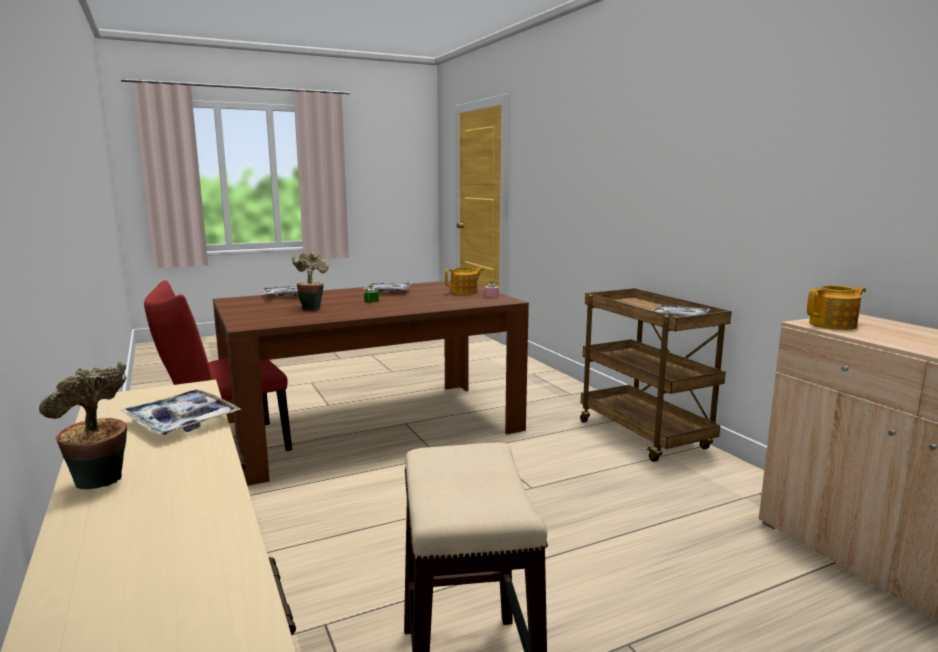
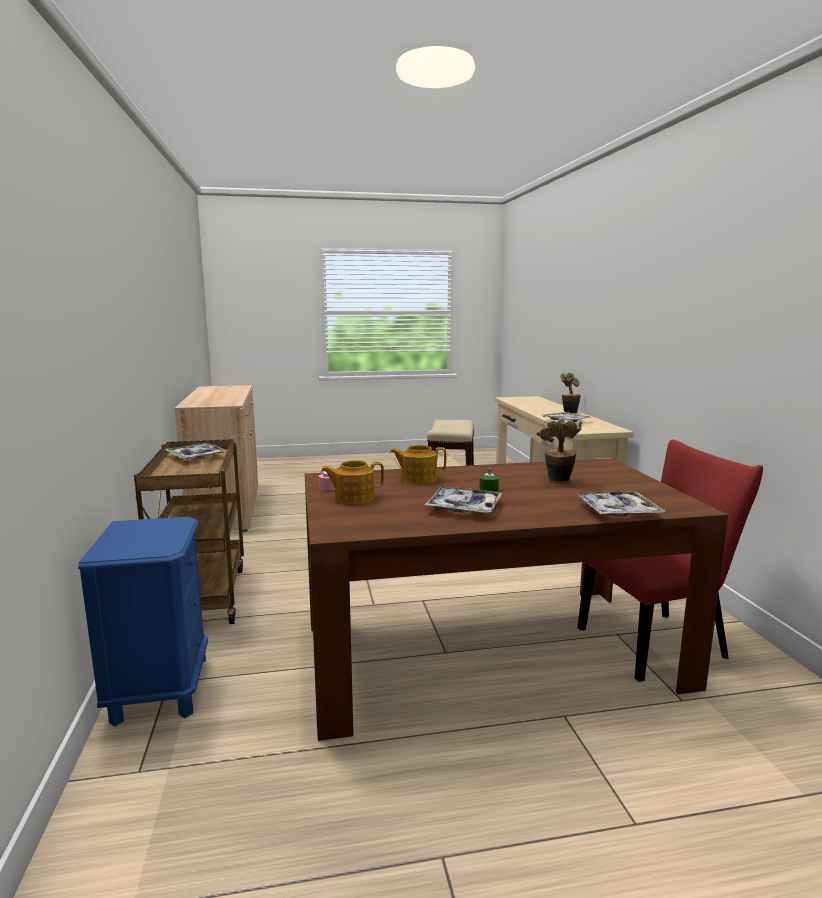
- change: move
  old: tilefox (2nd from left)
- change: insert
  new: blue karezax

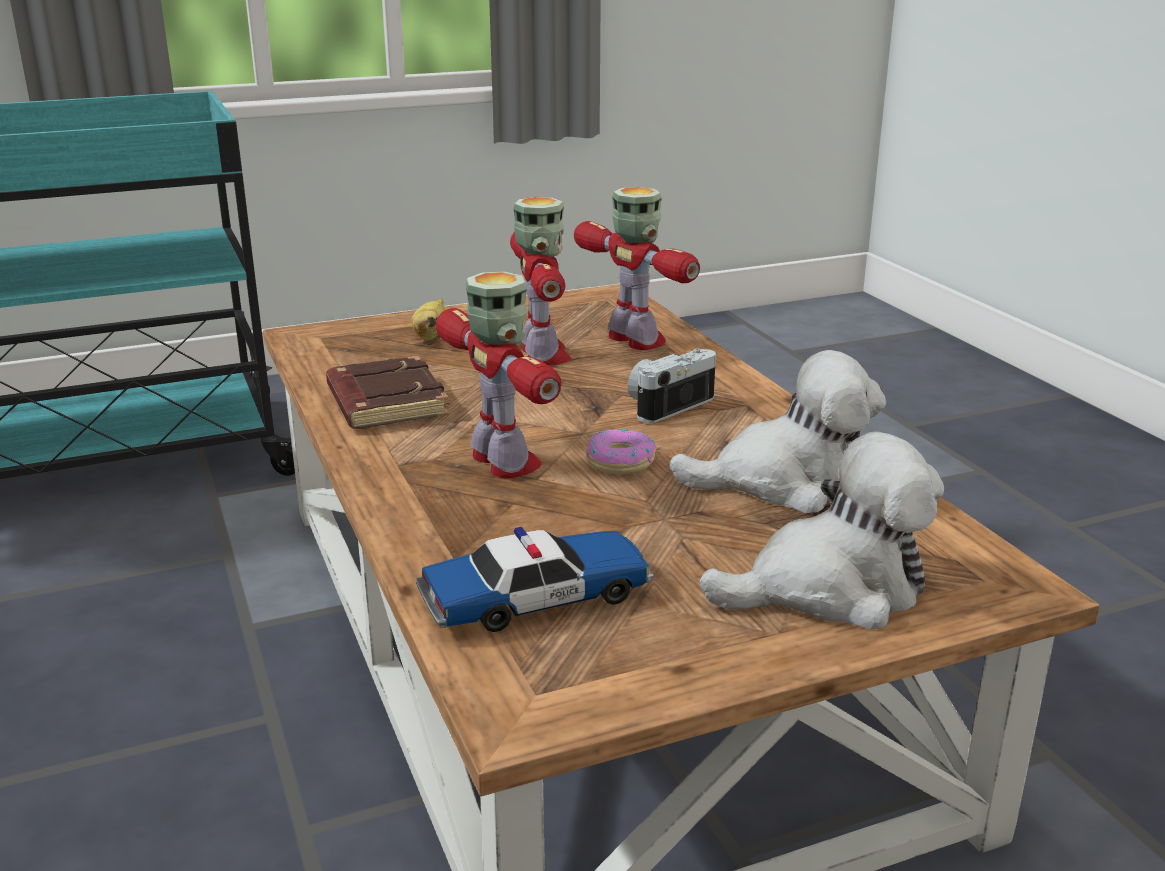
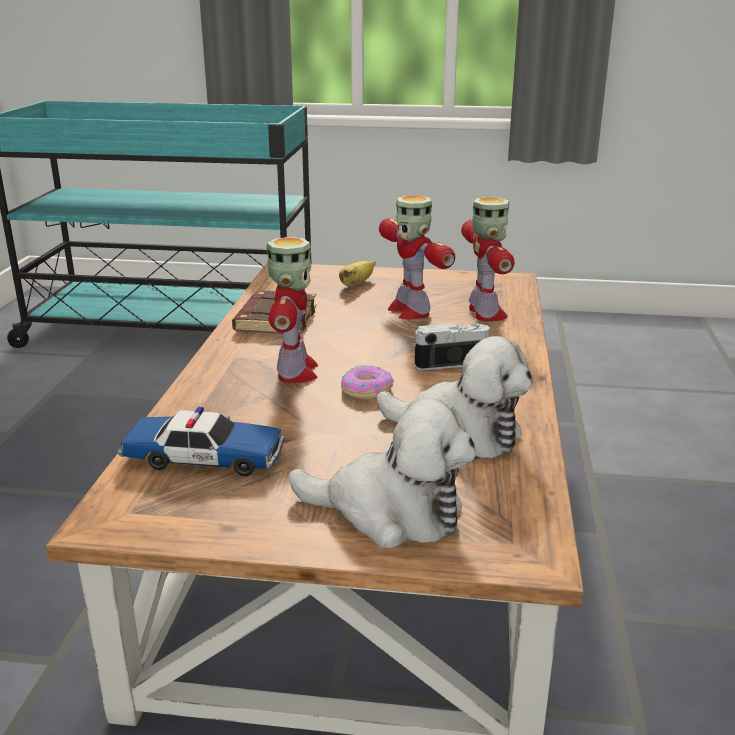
- change: rotate
  old: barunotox (2nd from left)
  degrees: 135

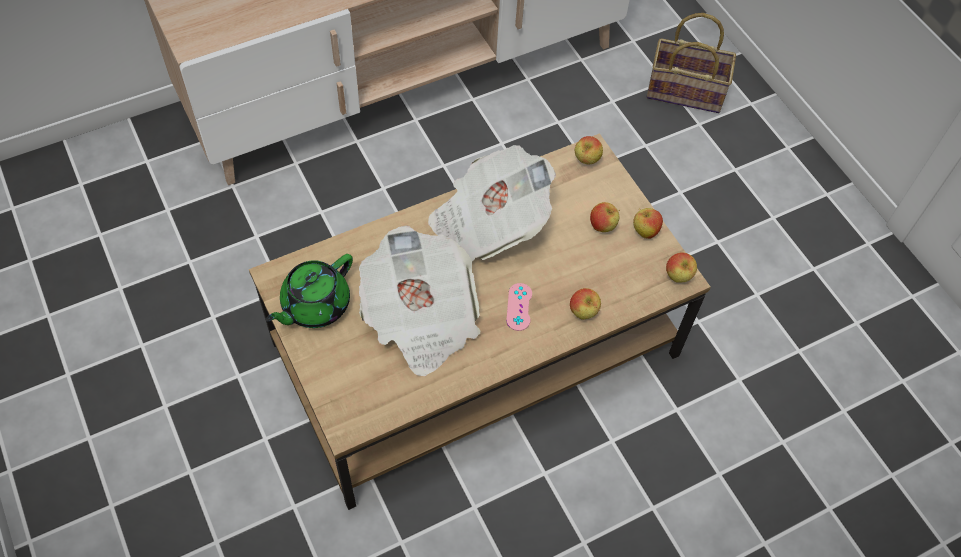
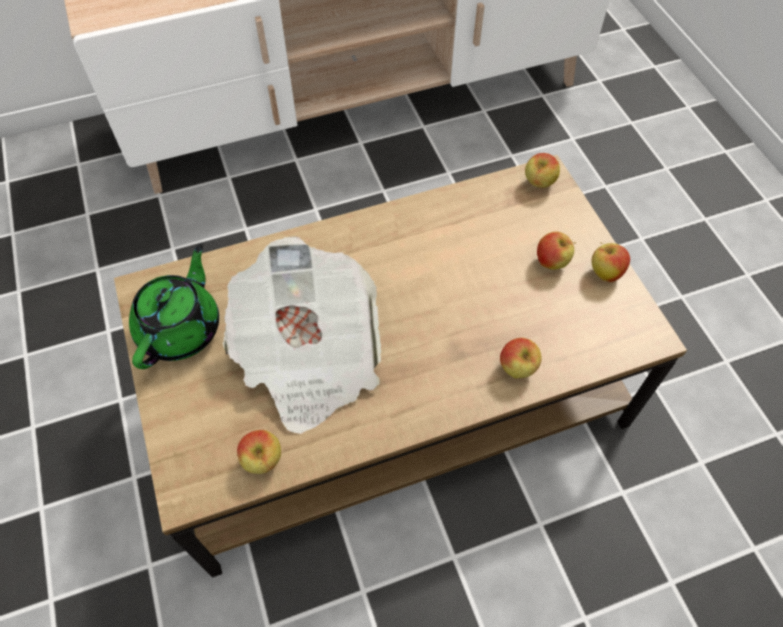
- change: delete
  old: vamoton
- change: delete
  old: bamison (2nd from left)
- change: move
  old: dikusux (5th from left in the first image)
  new: dikusux (1st from left)
- change: rotate
  old: green tilefox
  degrees: 150
- change: delete
  old: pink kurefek

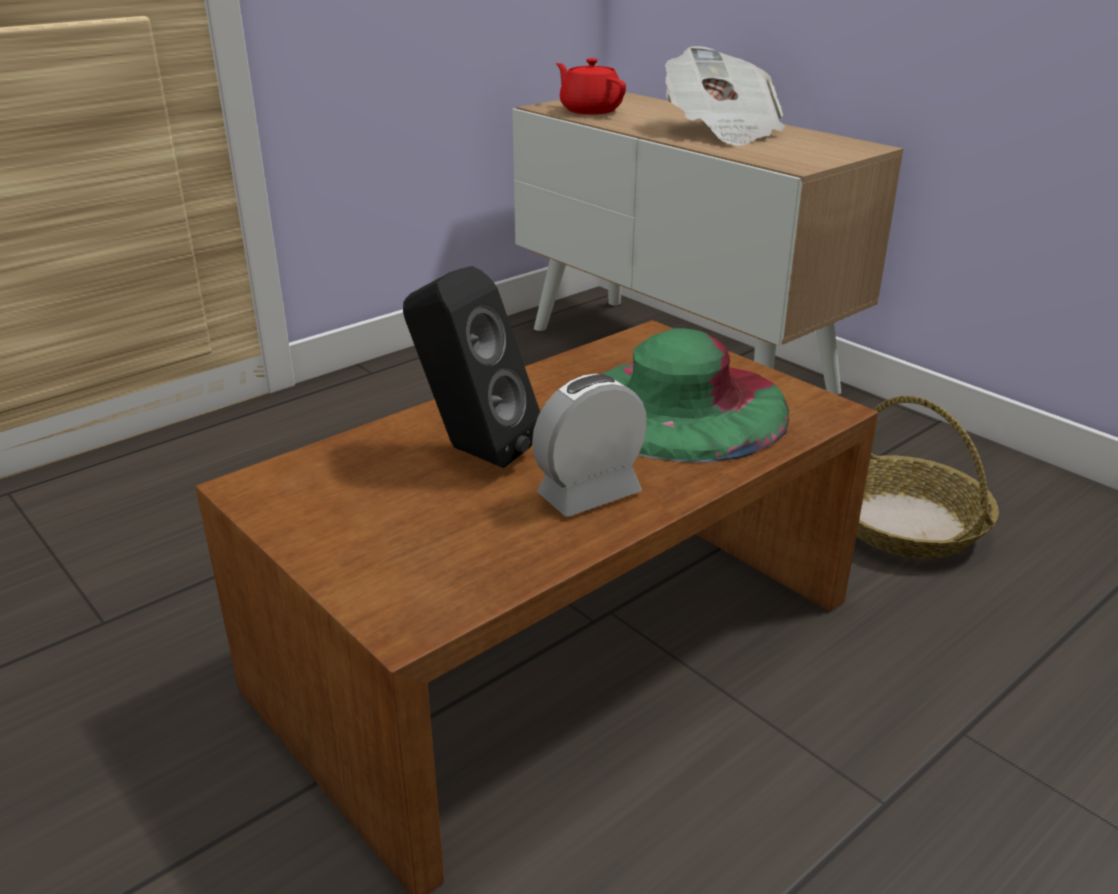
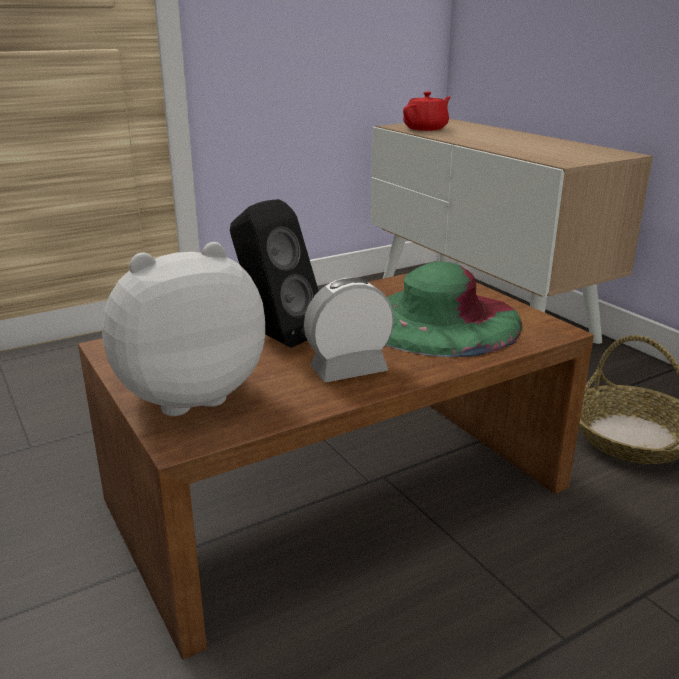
- change: delete
  old: bamison
- change: rotate
  old: red tilefox
  degrees: 75
- change: insert
  new: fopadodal

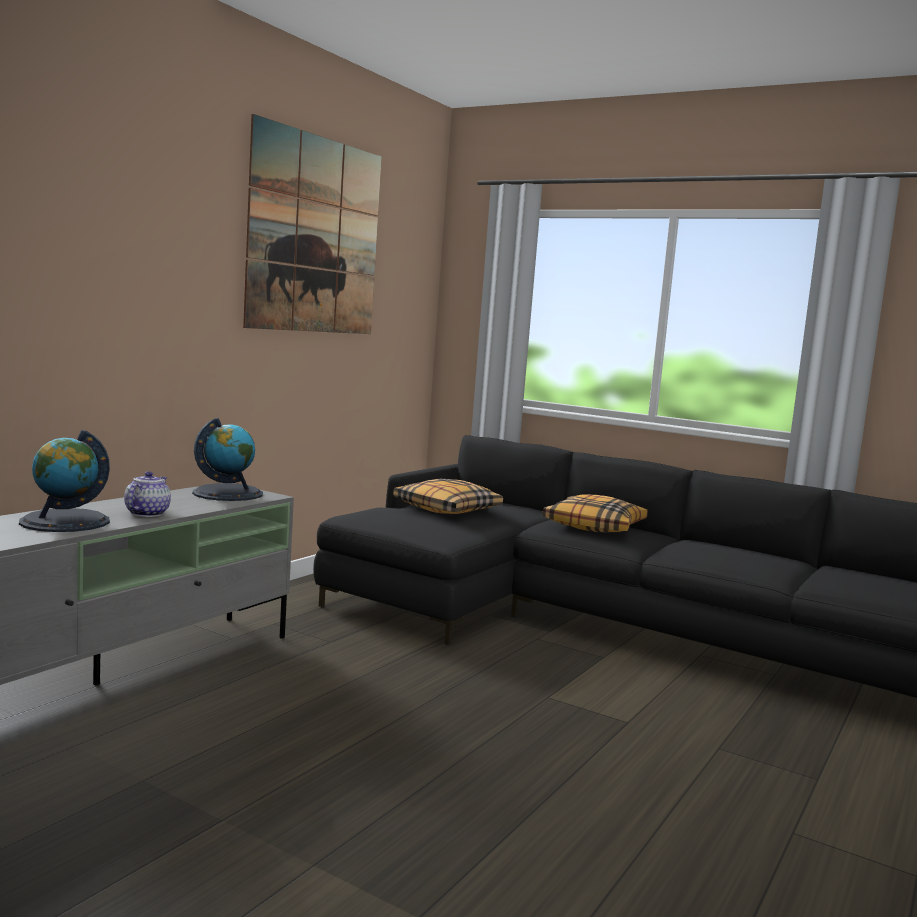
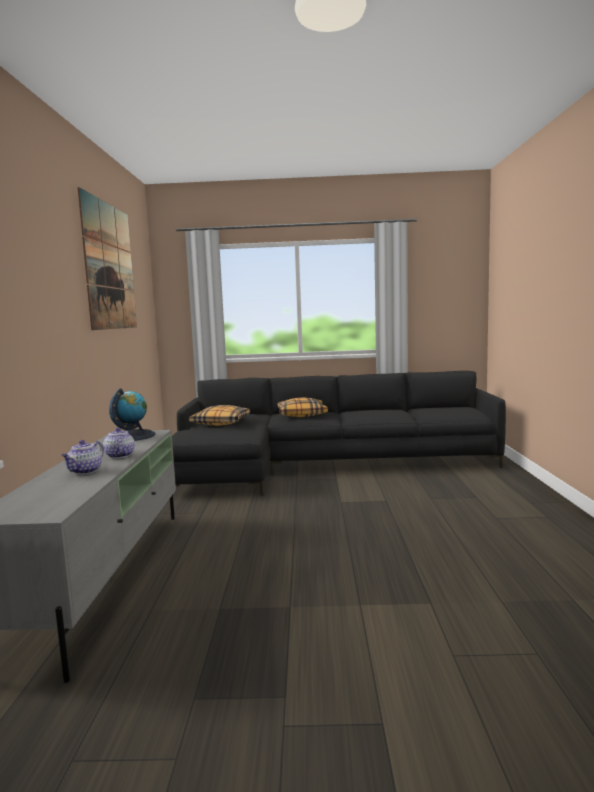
- change: replace
  old: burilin (1st from left)
  new: tilefox (1st from left)

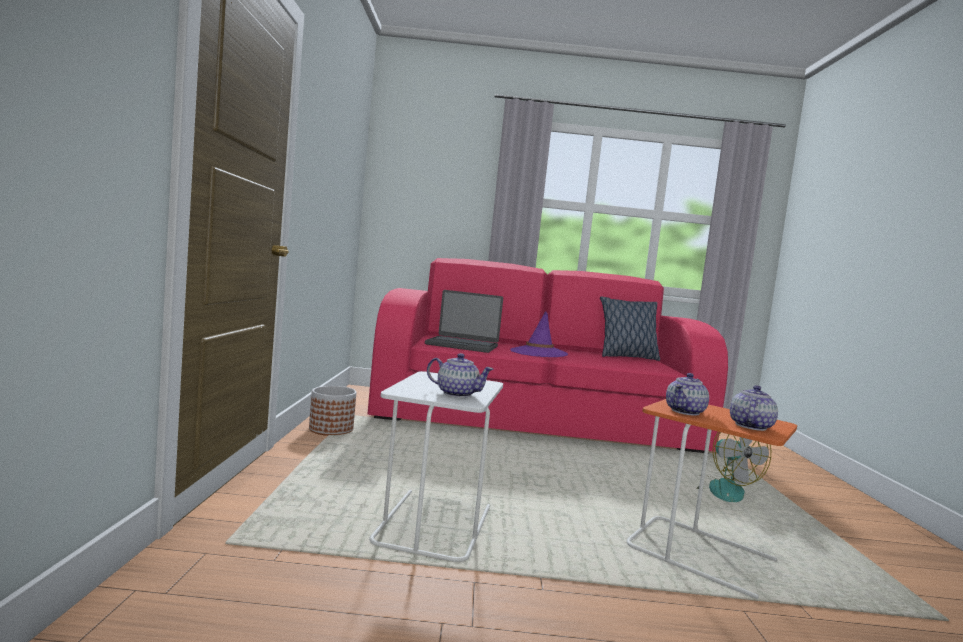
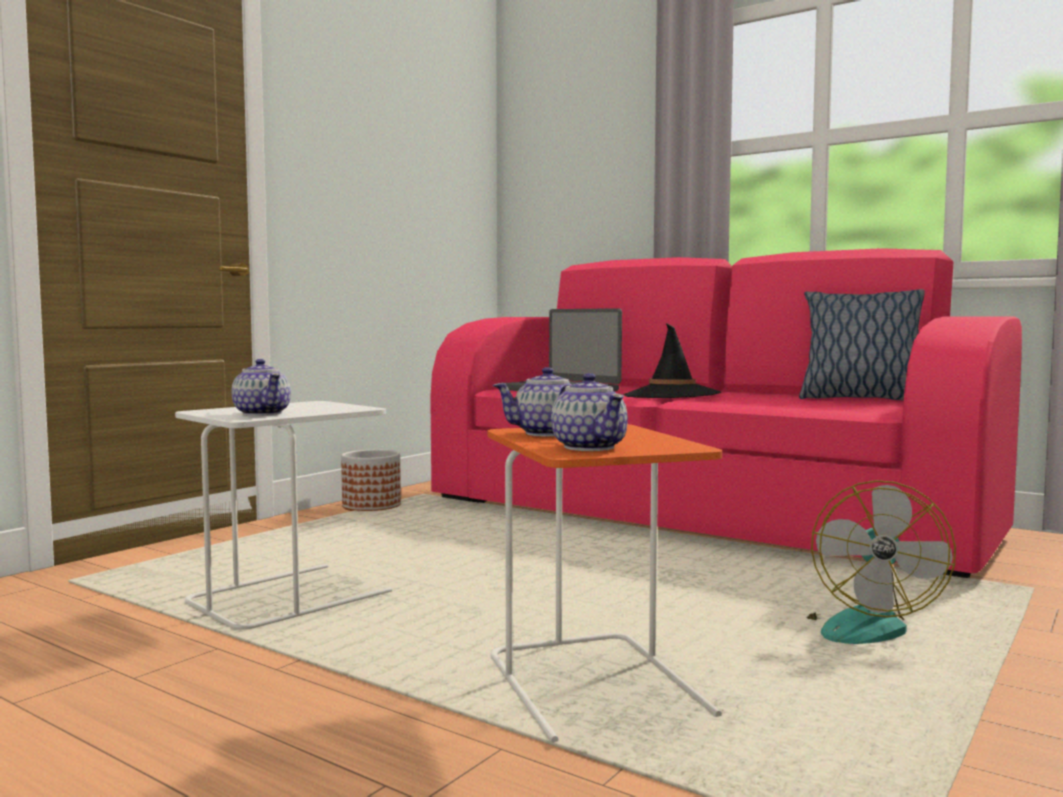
- change: recolor
  old: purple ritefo
  new: black ritefo
- change: rotate
  old: tilefox (3rd from left)
  degrees: 90

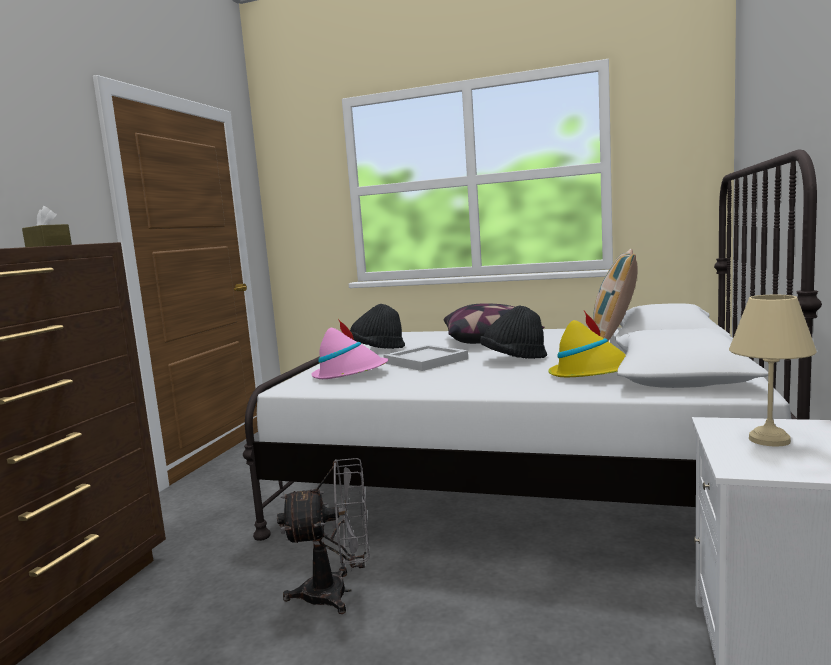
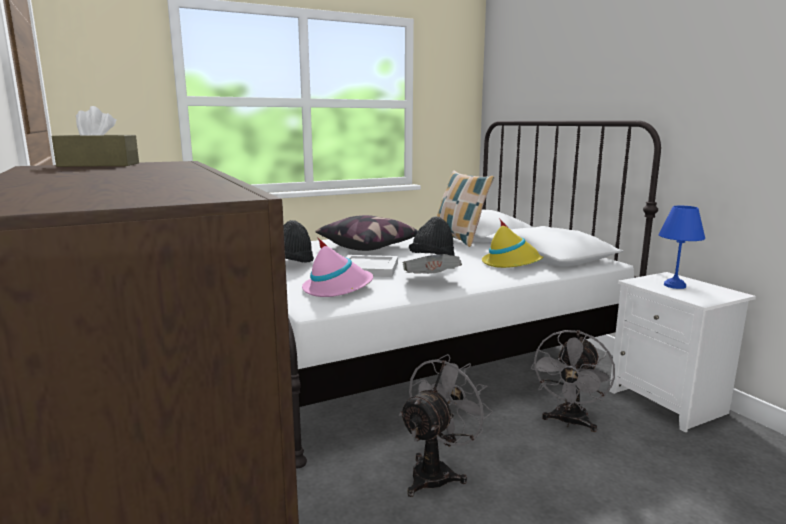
- change: recolor
  old: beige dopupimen
  new: blue dopupimen
- change: insert
  new: bamison
- change: insert
  new: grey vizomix (2nd from left)

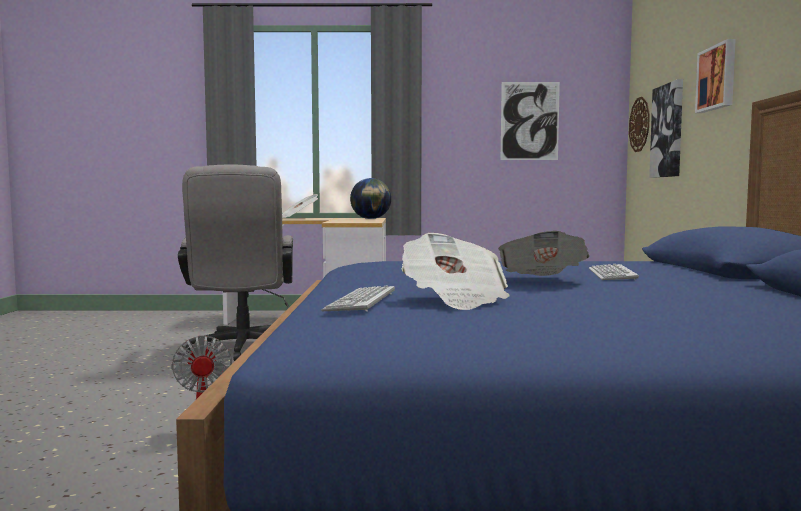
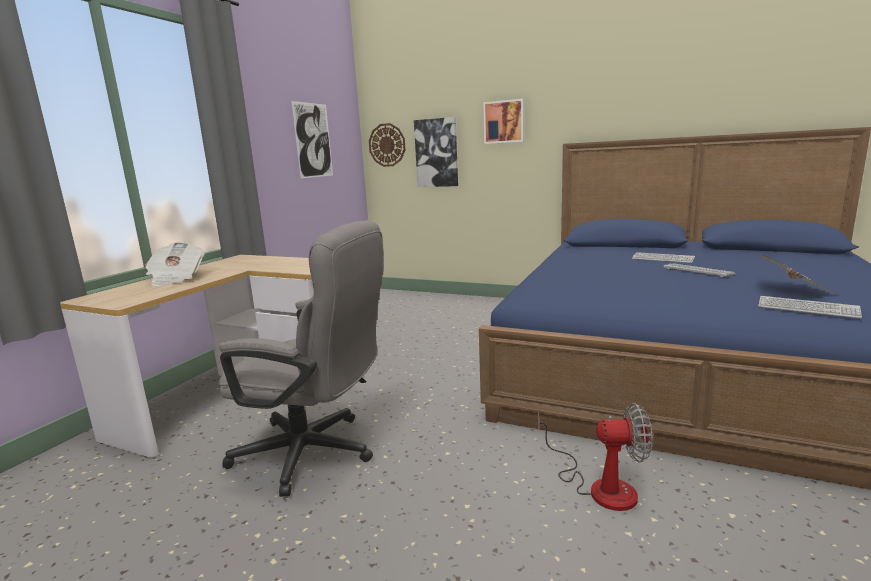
- change: delete
  old: burilin
- change: replace
  old: bamison (3rd from left)
  new: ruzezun (2nd from left)

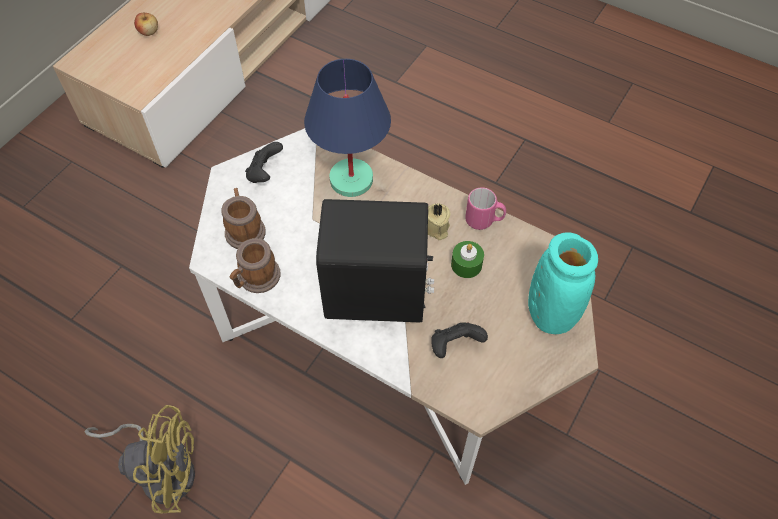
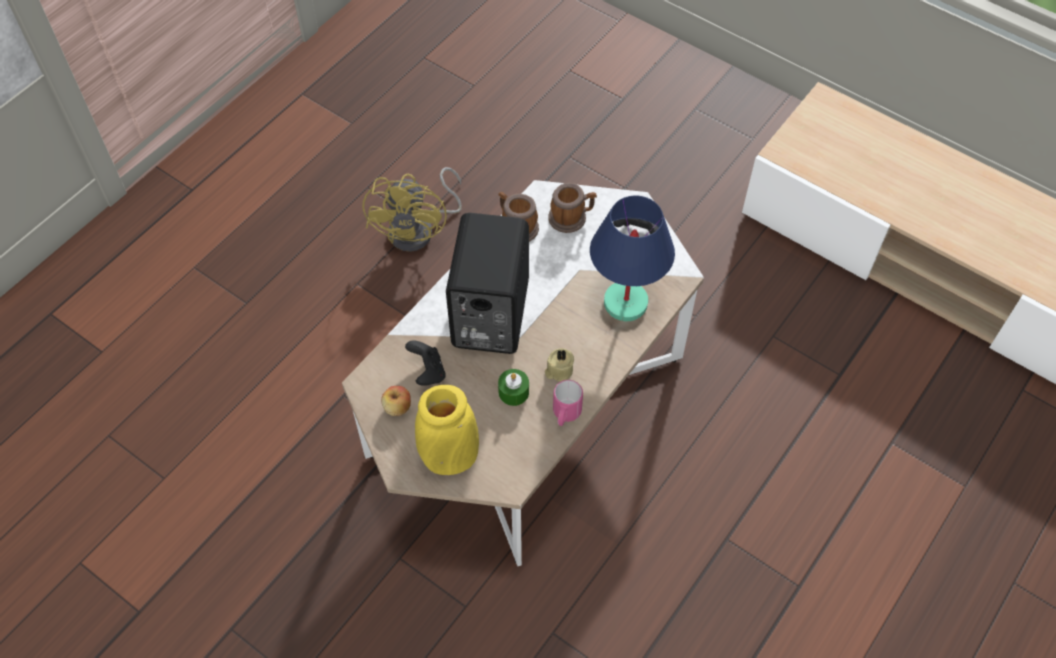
- change: move
  old: dikusux
- change: recolor
  old: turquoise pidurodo
  new: yellow pidurodo

